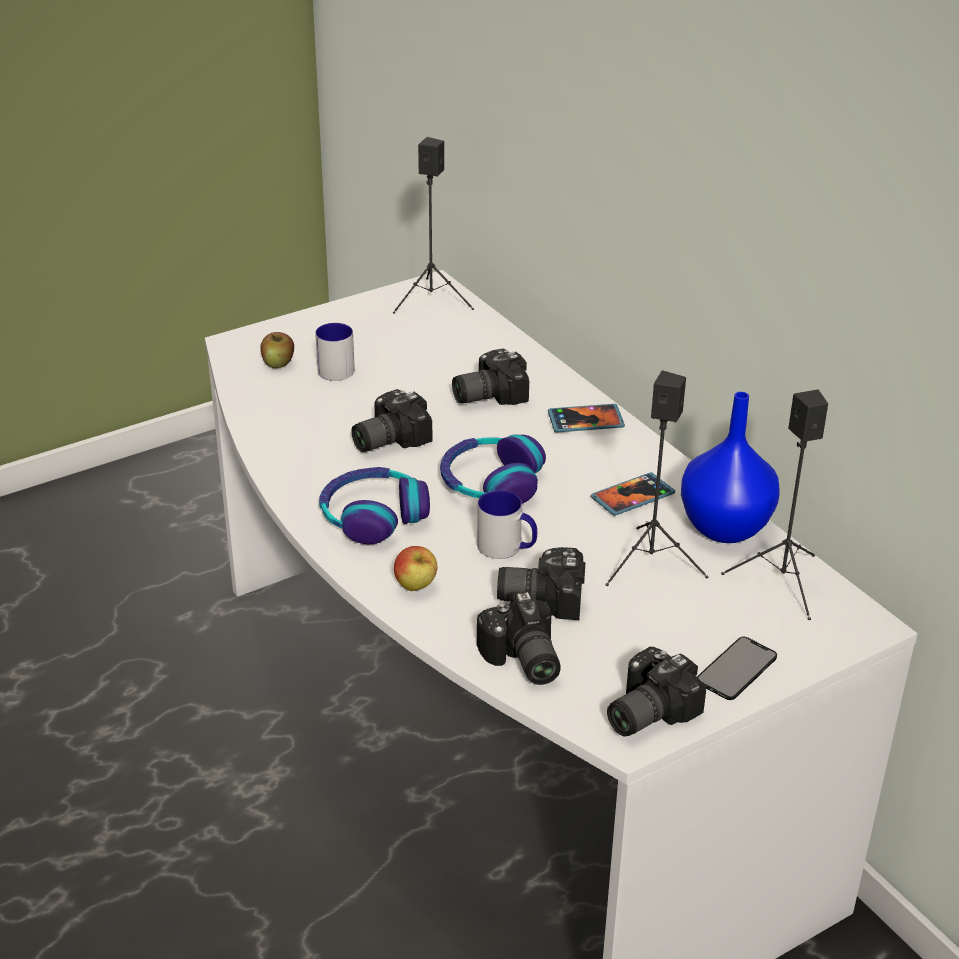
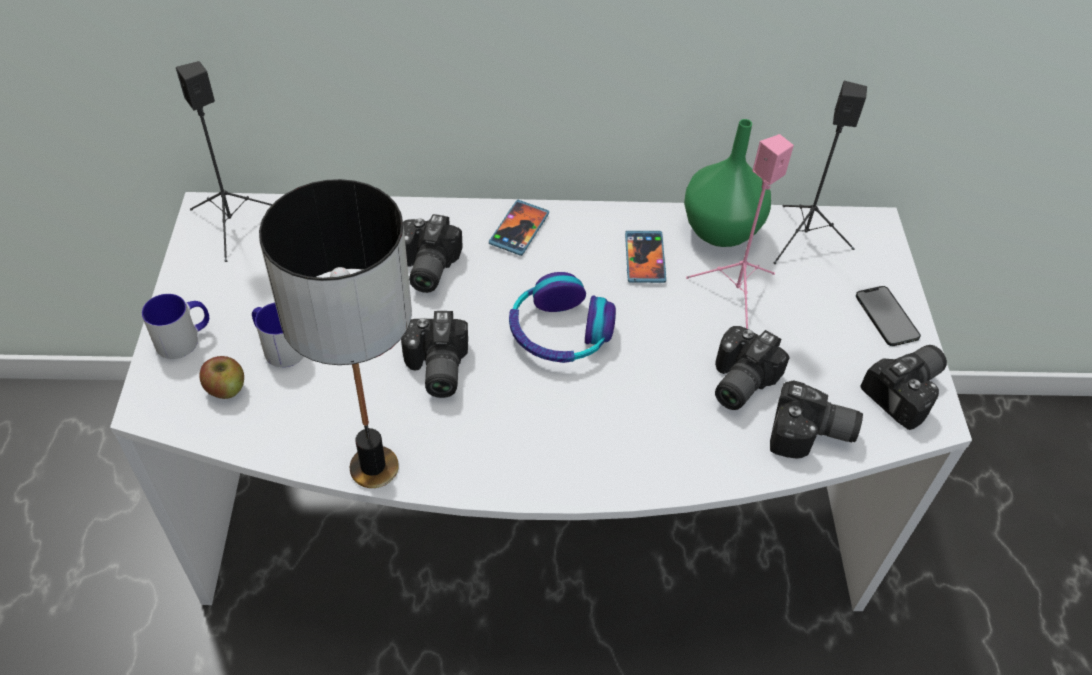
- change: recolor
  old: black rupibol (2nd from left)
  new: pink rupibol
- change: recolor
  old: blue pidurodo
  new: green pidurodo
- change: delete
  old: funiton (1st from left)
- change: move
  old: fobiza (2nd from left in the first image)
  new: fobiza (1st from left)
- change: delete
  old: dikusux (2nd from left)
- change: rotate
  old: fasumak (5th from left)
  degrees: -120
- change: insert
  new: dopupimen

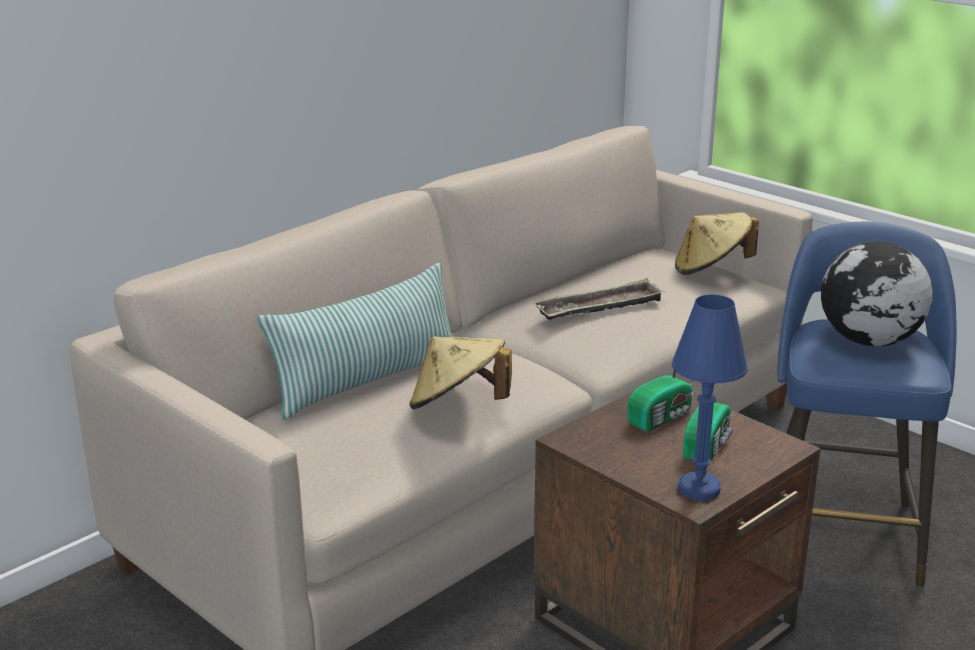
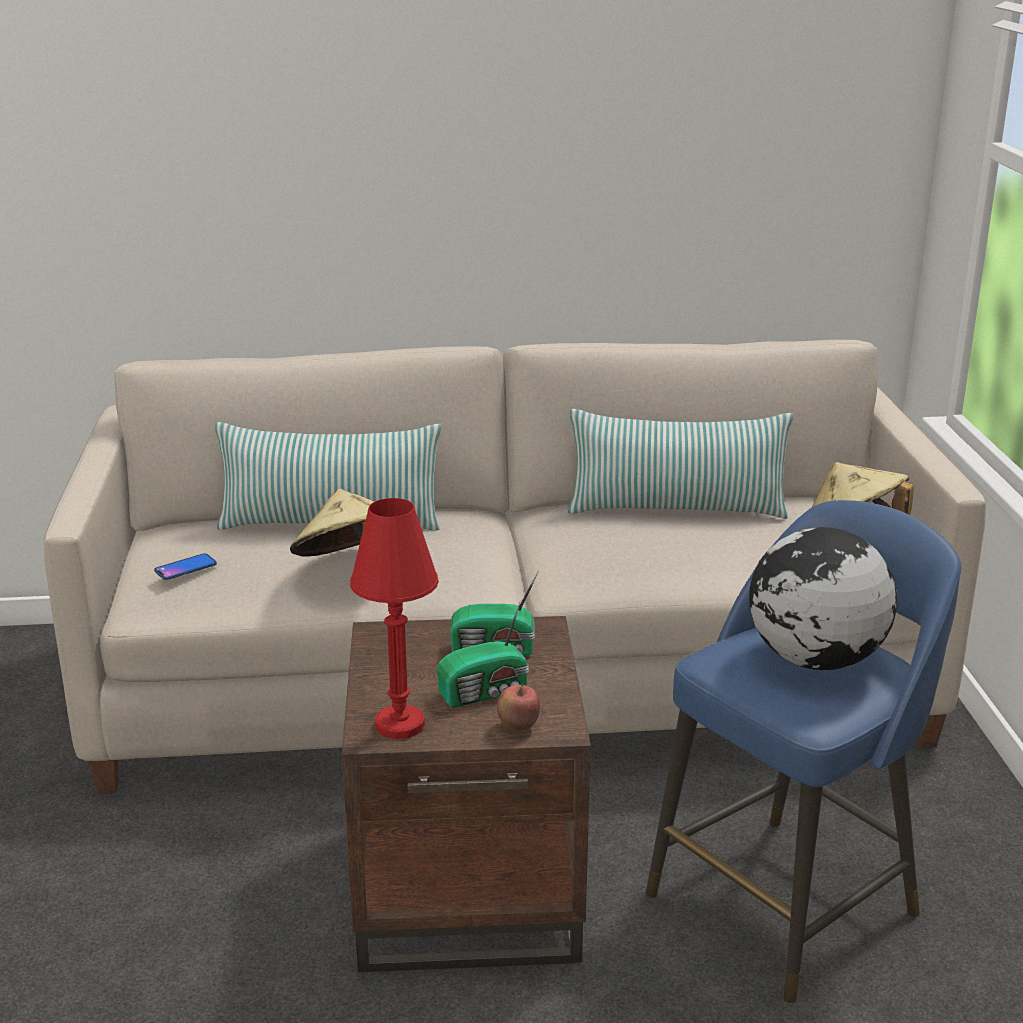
- change: delete
  old: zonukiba
- change: recolor
  old: blue dopupimen
  new: red dopupimen
- change: insert
  new: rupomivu (2nd from left)
- change: insert
  new: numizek
- change: insert
  new: dikusux

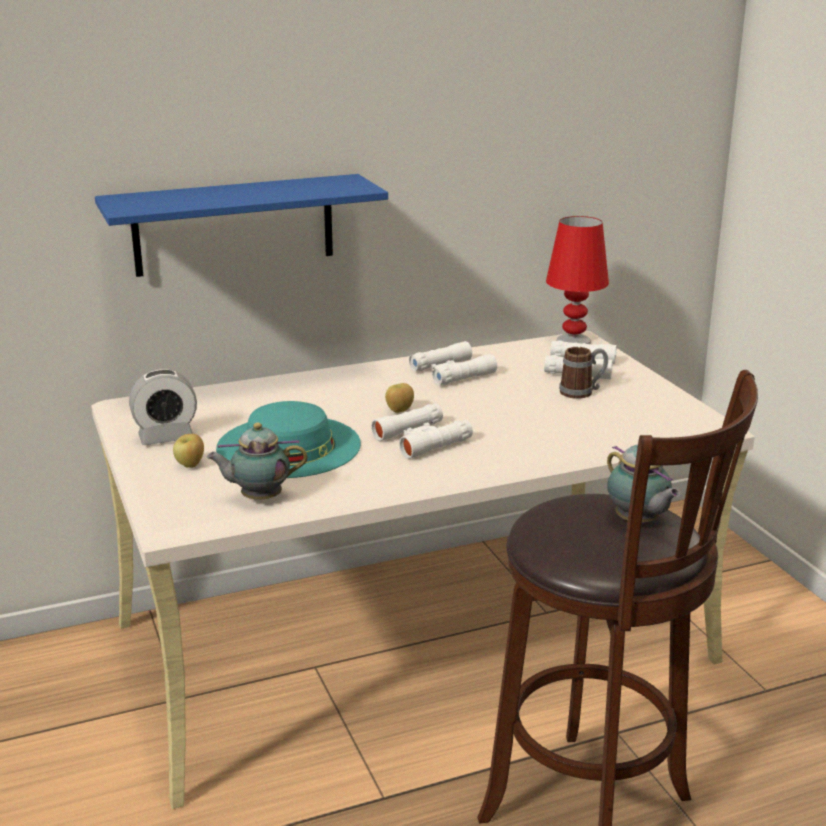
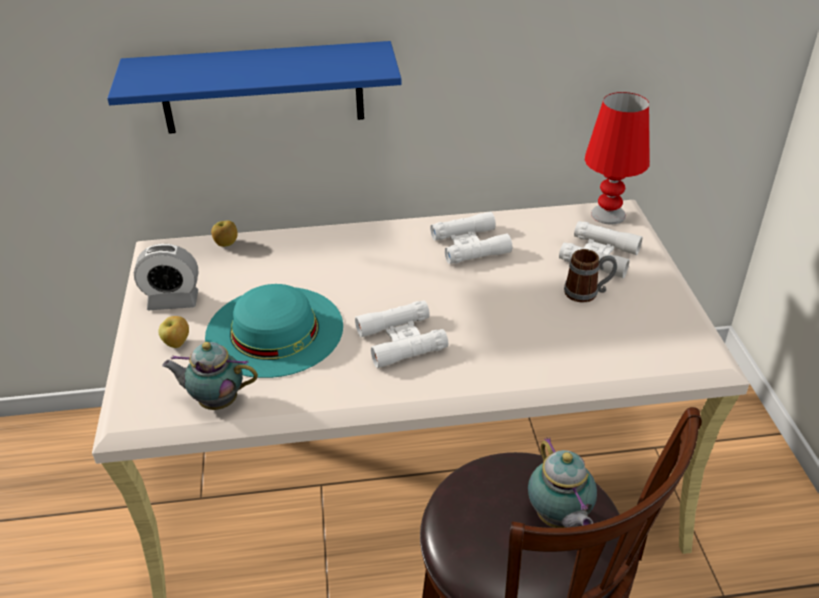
- change: move
  old: dikusux (2nd from left)

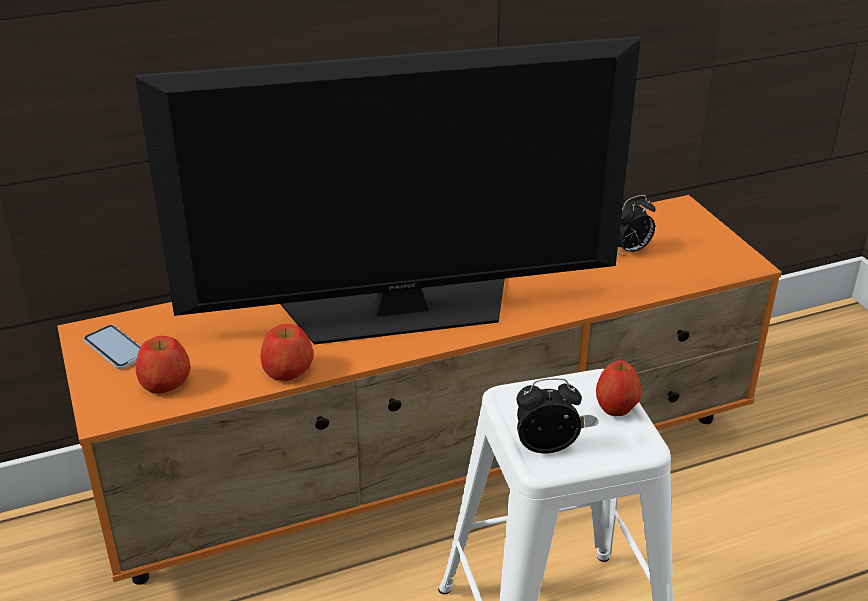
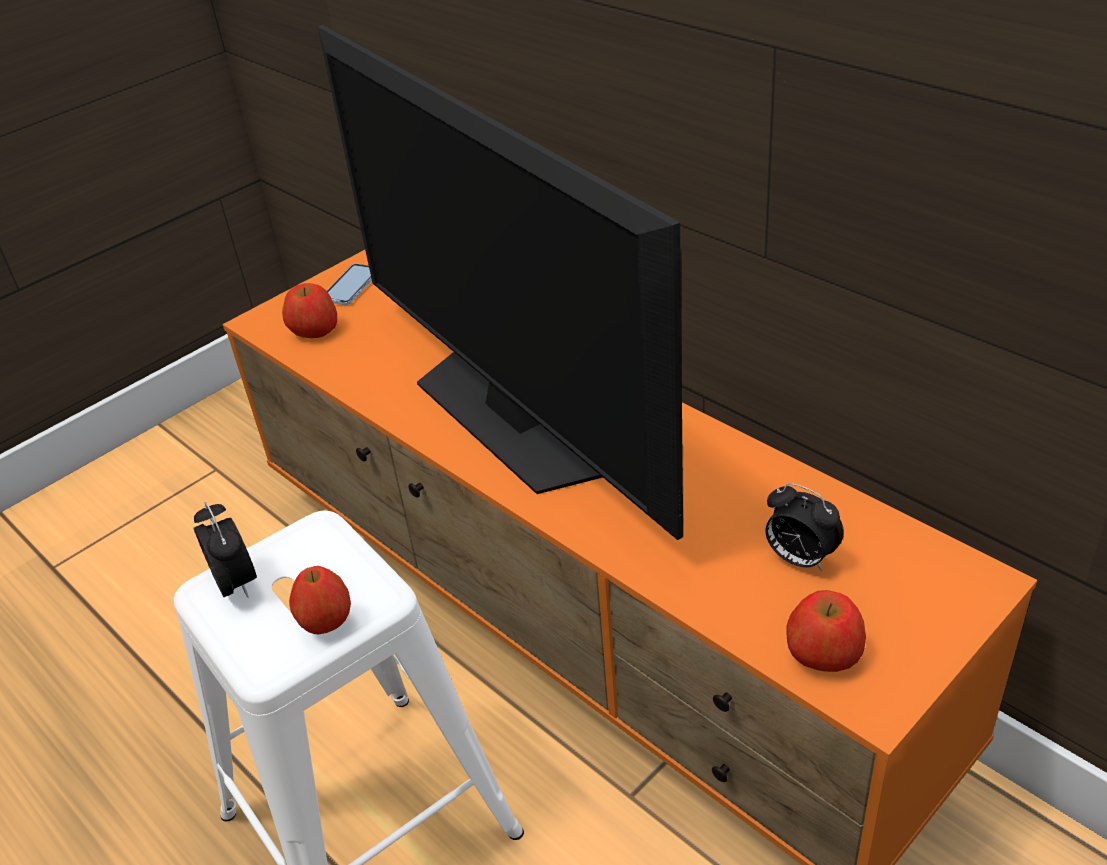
- change: move
  old: dikusux (2nd from left in the first image)
  new: dikusux (3rd from left)

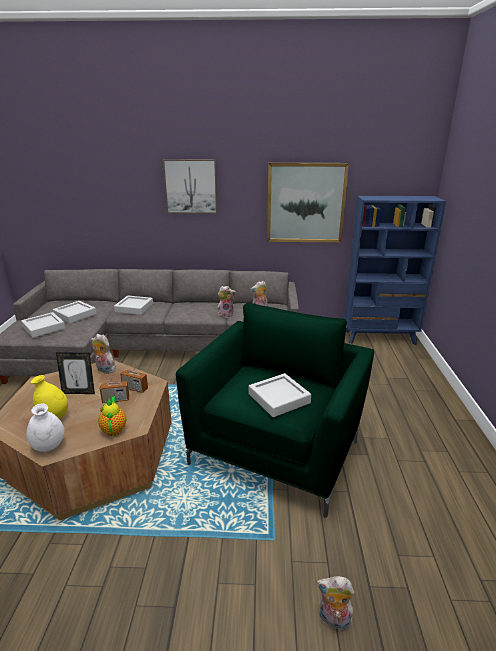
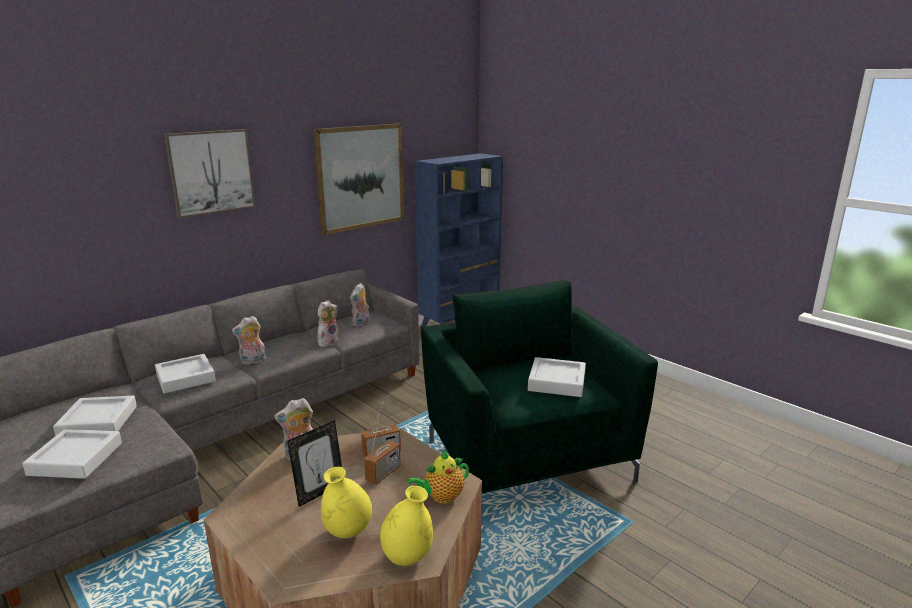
- change: rotate
  old: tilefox
  degrees: -60
- change: recolor
  old: white pidurodo
  new: yellow pidurodo (2nd from left)
- change: move
  old: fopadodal (4th from left in the first image)
  new: fopadodal (1st from left)

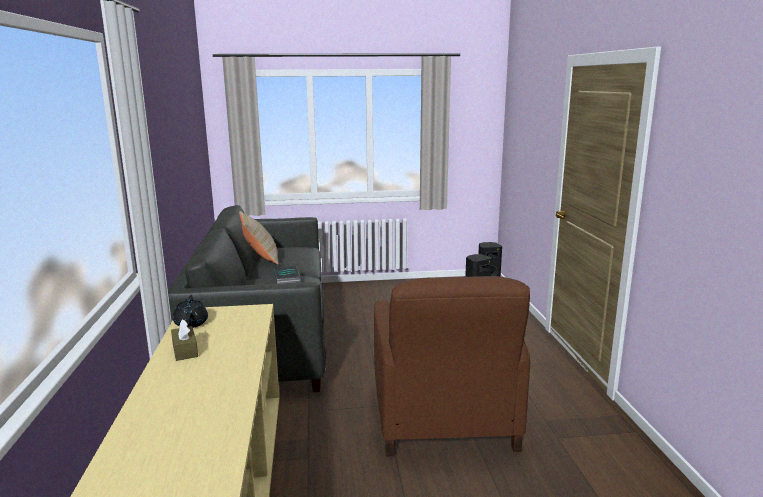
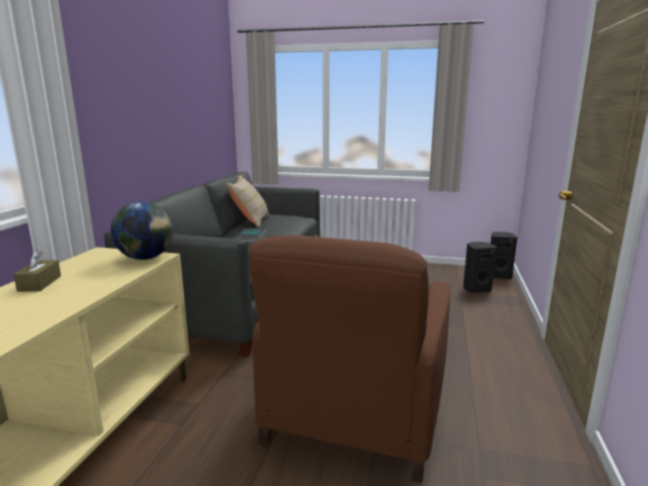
- change: delete
  old: black tilefox
- change: insert
  new: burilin

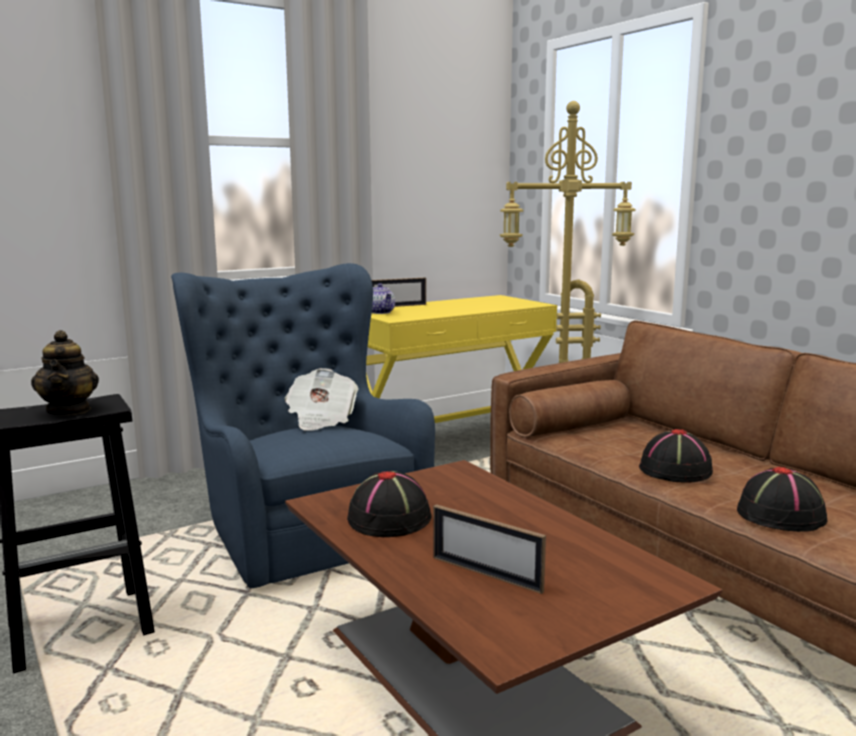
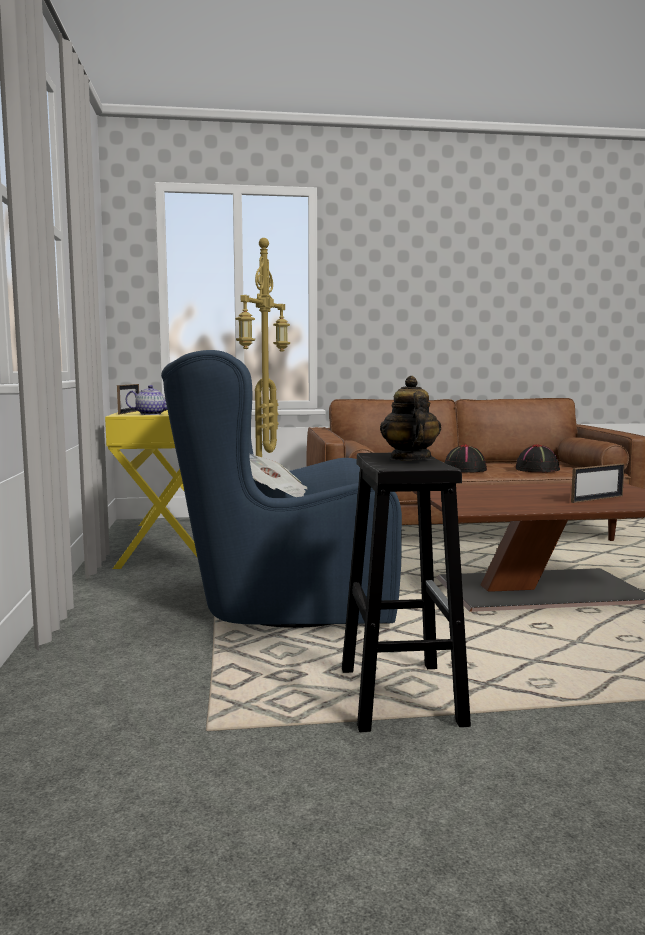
- change: rotate
  old: tilefox (1st from left in the first image)
  degrees: -105
- change: delete
  old: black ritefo (1st from left)

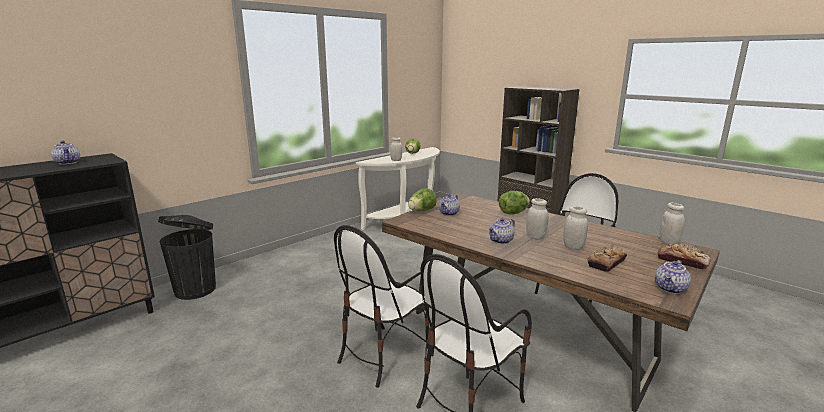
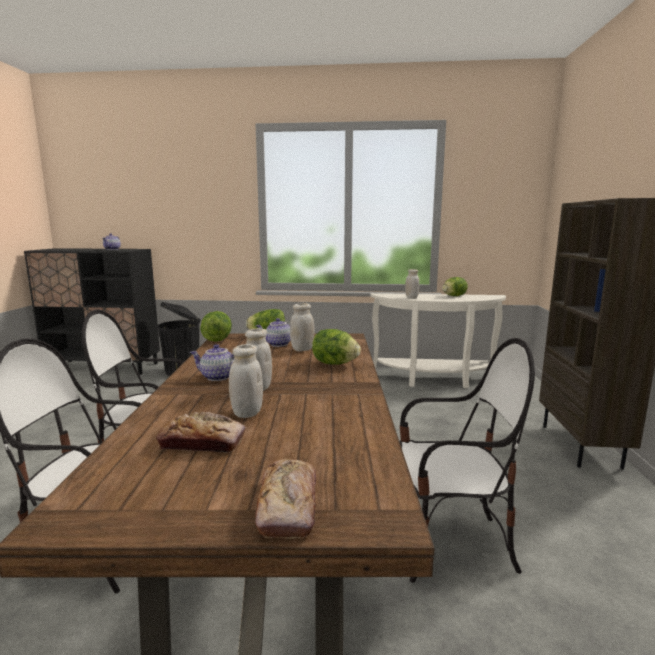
- change: move
  old: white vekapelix (4th from left in the first image)
  new: white vekapelix (3rd from left)
- change: delete
  old: tilefox (4th from left)
- change: insert
  new: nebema (1st from left)

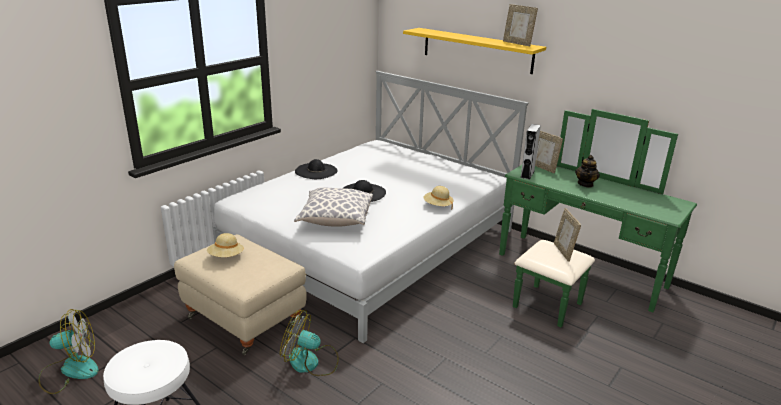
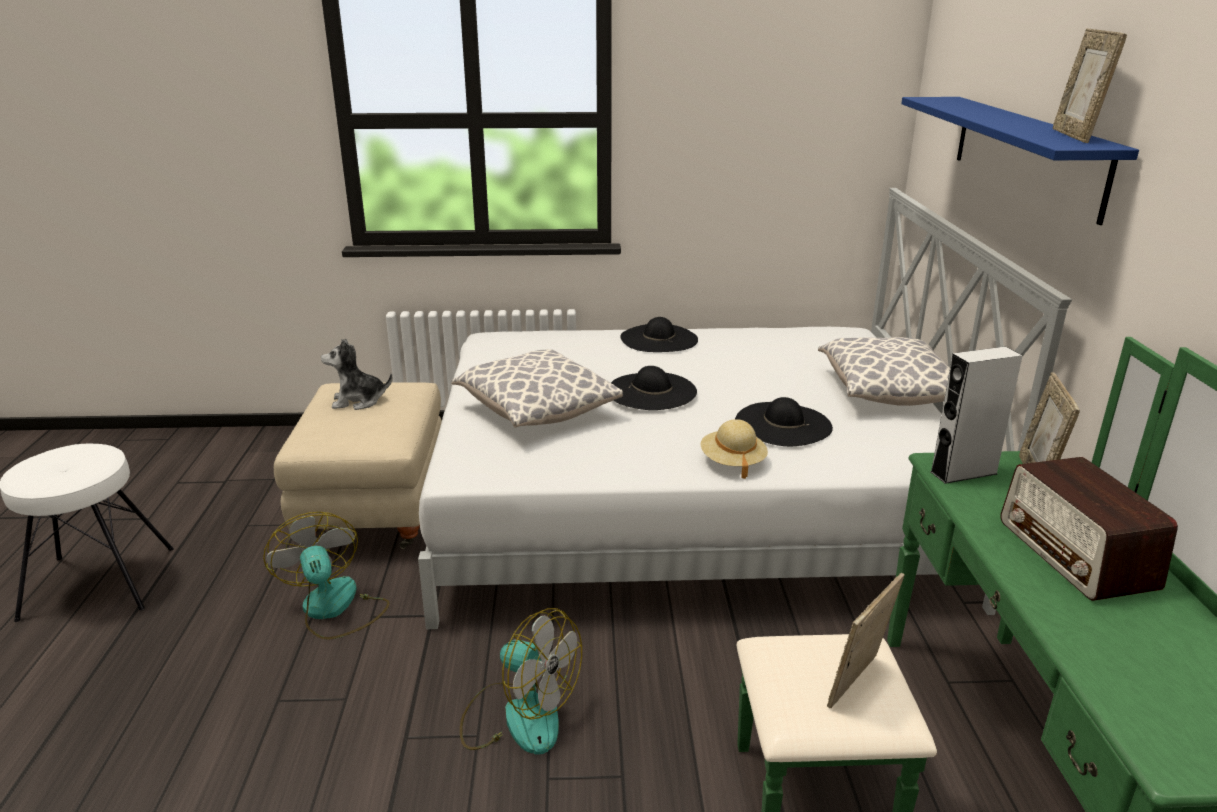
- change: recolor
  old: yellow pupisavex
  new: blue pupisavex
- change: replace
  old: tilefox
  new: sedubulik
- change: replace
  old: beige ritefo (1st from left)
  new: fopadodal
- change: move
  old: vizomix (1st from left in the first image)
  new: vizomix (2nd from left)
- change: insert
  new: rupomivu (2nd from left)
- change: insert
  new: black ritefo (3rd from left)

